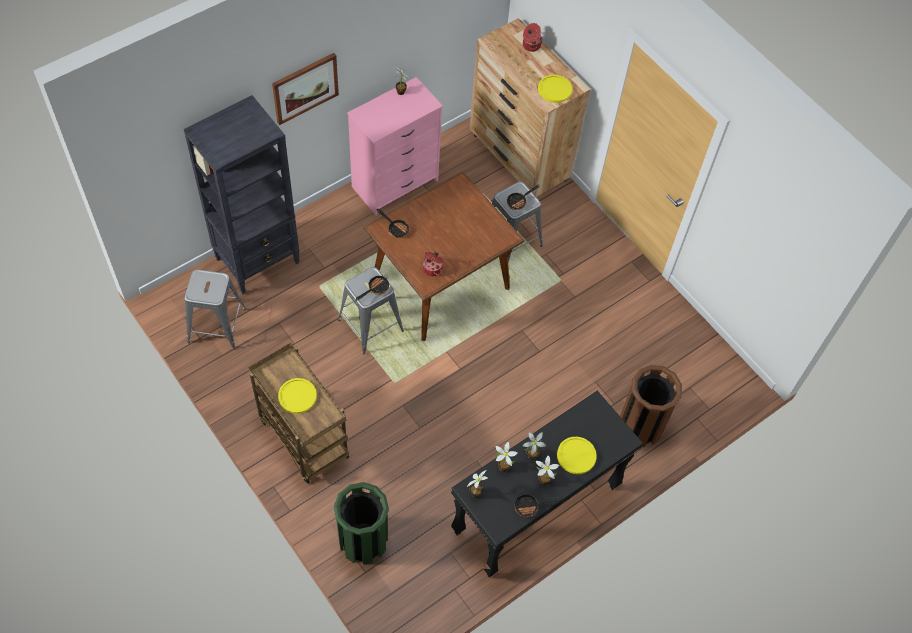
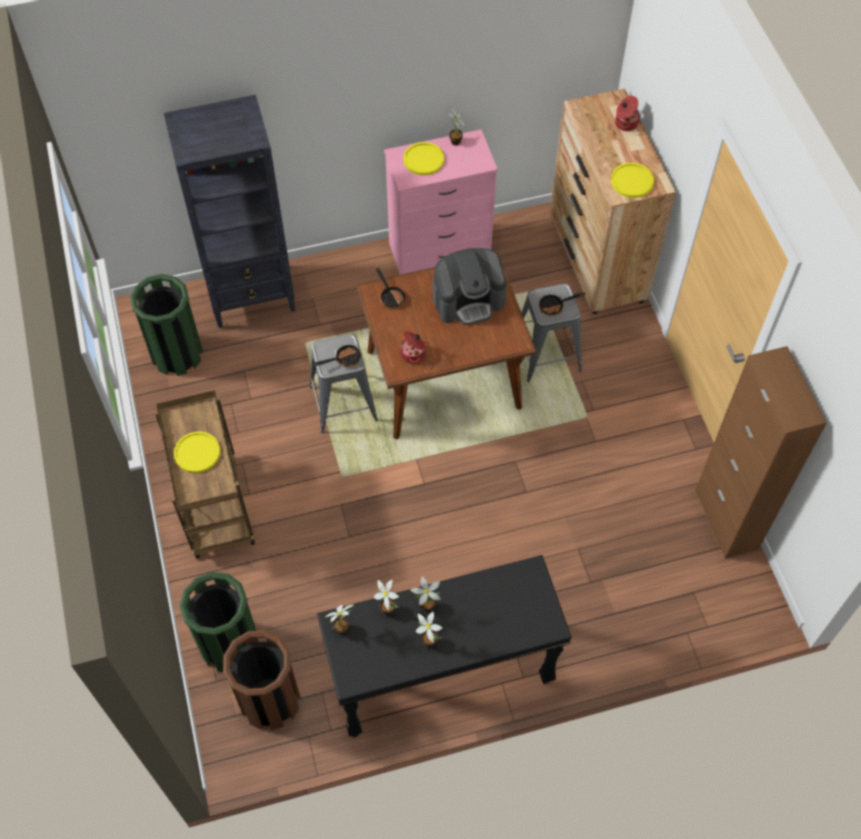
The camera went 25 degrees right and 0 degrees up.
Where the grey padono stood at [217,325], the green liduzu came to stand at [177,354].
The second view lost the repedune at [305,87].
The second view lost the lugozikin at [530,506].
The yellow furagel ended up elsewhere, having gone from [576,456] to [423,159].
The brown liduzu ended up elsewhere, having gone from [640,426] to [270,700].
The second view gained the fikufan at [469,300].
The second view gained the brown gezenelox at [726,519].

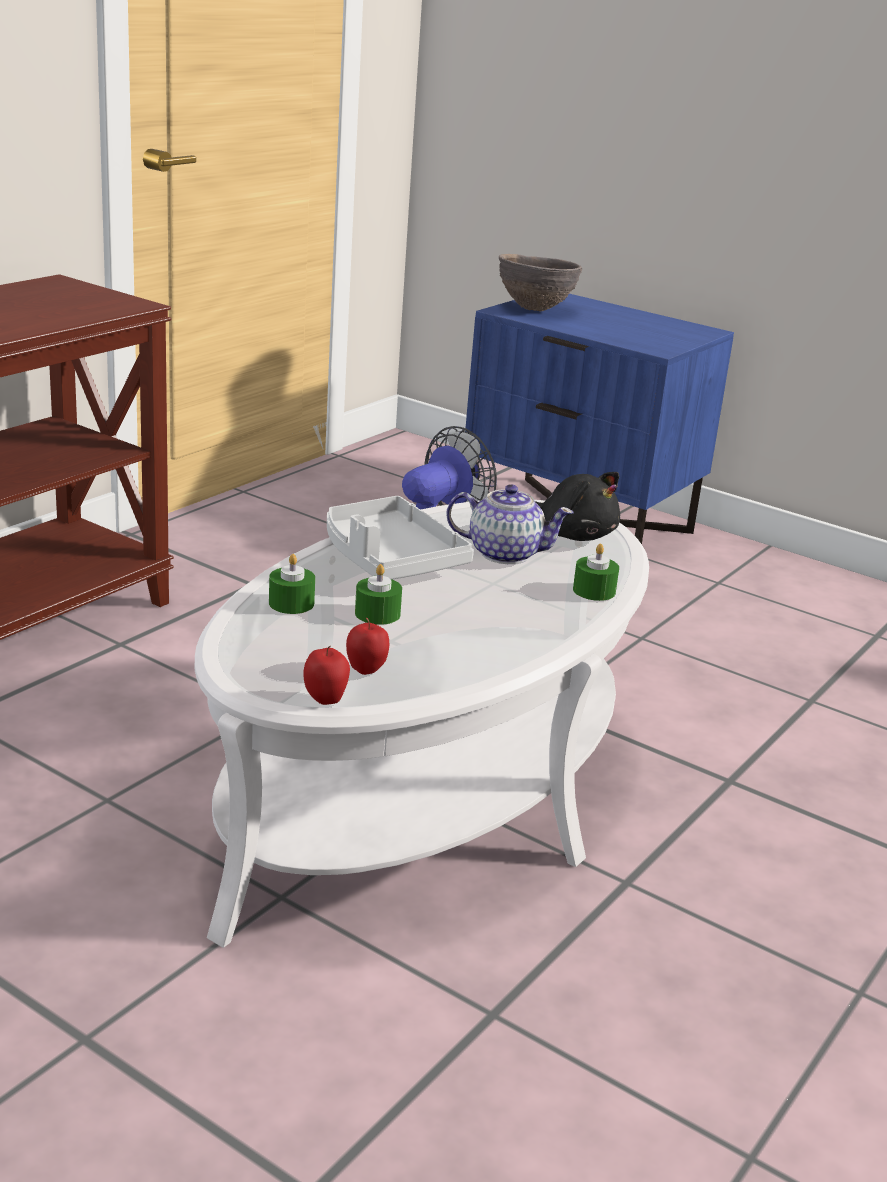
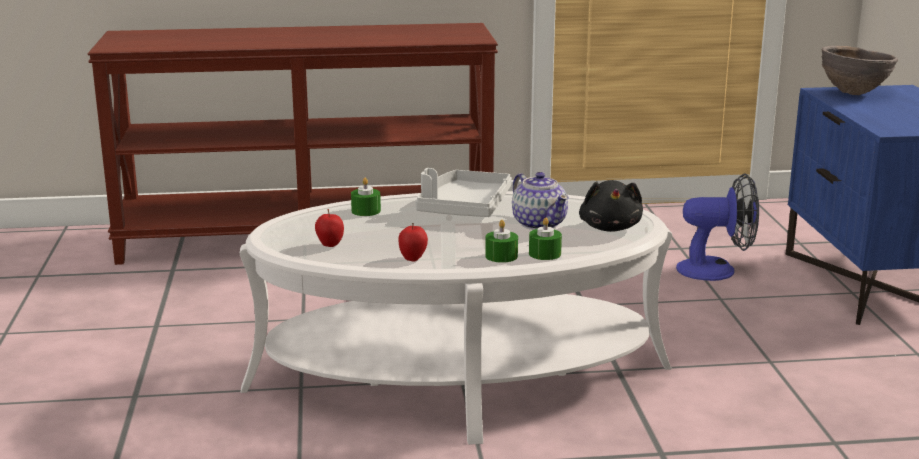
The camera went 50 degrees right and 5 degrees down.
The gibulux ended up elsewhere, having gone from [325,699] to [413,259].
The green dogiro ended up elsewhere, having gone from [377,614] to [501,256].

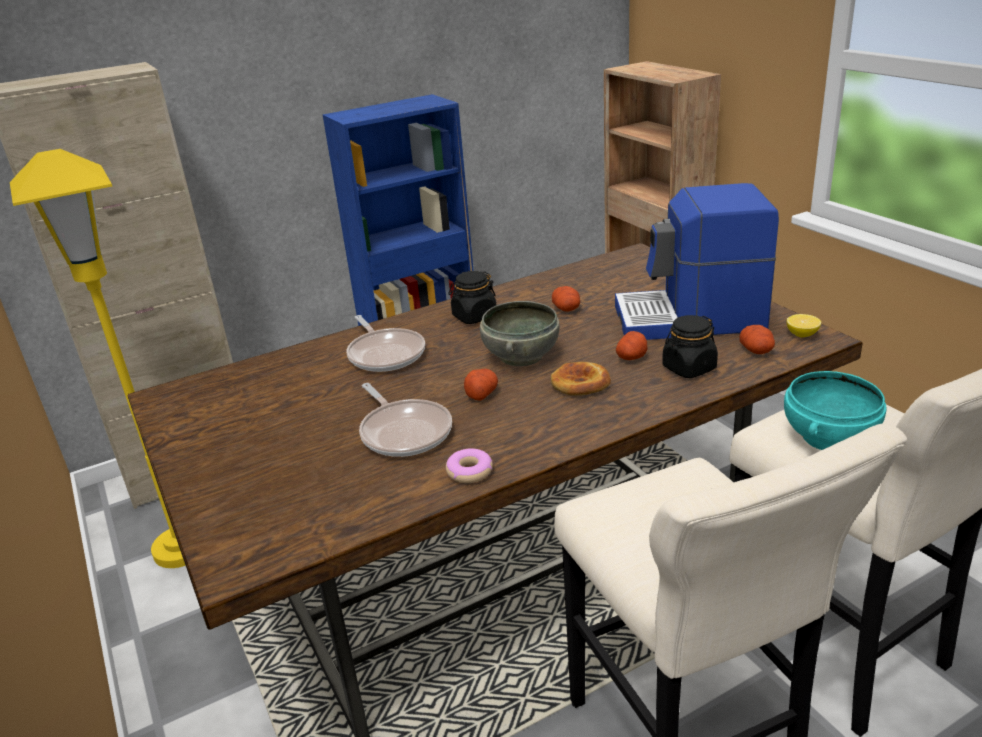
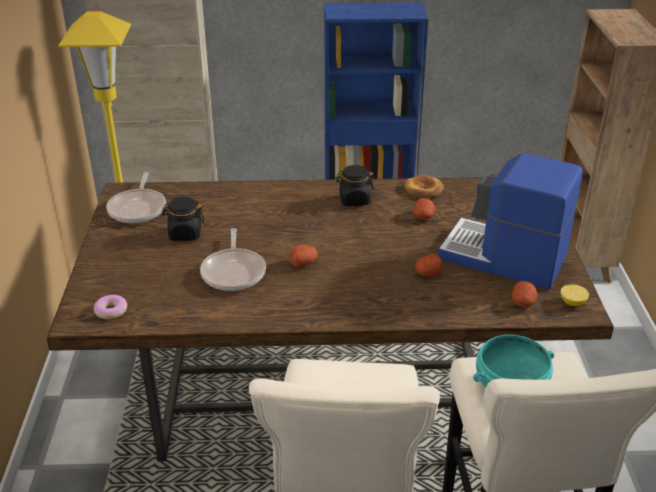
The camera went 25 degrees right and 5 degrees up.
The lugozikin ended up elsewhere, having gone from [385,354] to [138,208].
The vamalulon ended up elsewhere, having gone from [470,472] to [111,311].
The second view lost the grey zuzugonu at [520,356].
The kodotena ended up elsewhere, having gone from [580,383] to [424,189].
The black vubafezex ended up elsewhere, having gone from [688,368] to [185,234].

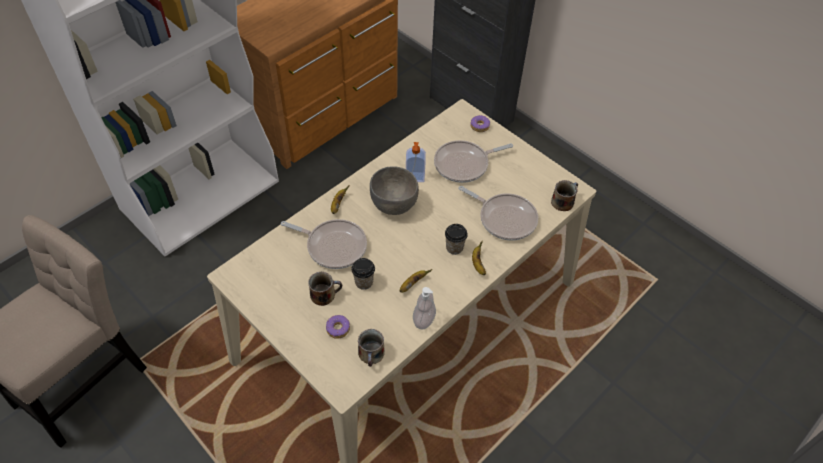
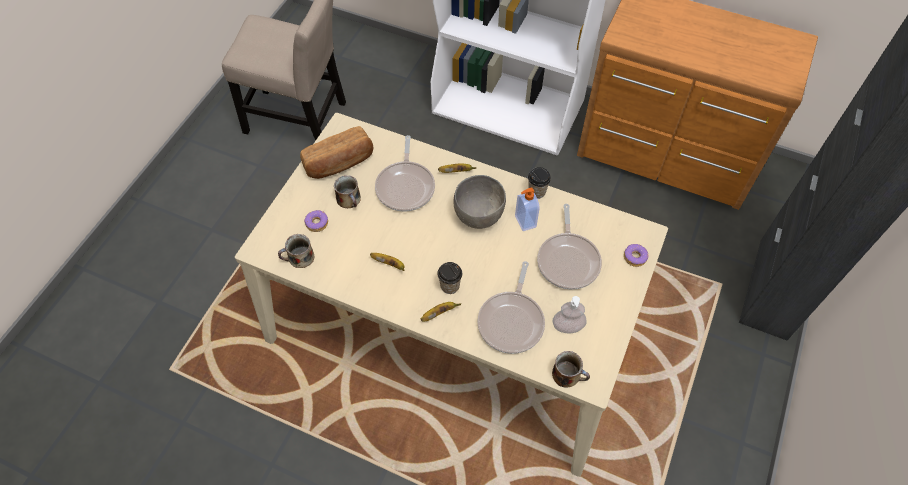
The camera went 70 degrees right and 5 degrees up.
The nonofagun ended up elsewhere, having gone from [364,282] to [537,192].
The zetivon ended up elsewhere, having gone from [424,319] to [567,326].
The lugozikin at [464,164] ended up facing another way, 135 degrees counterclockwise from before.
The second view gained the kodotena at [339,163].

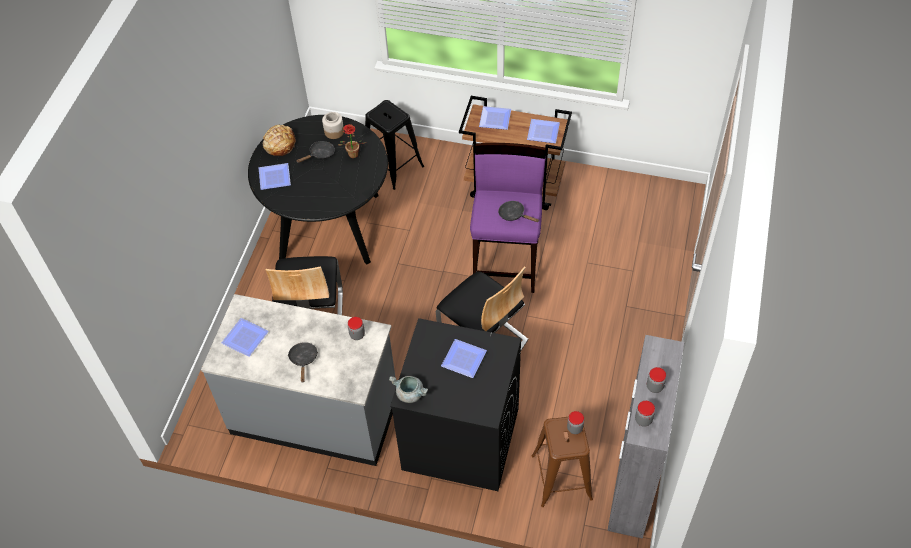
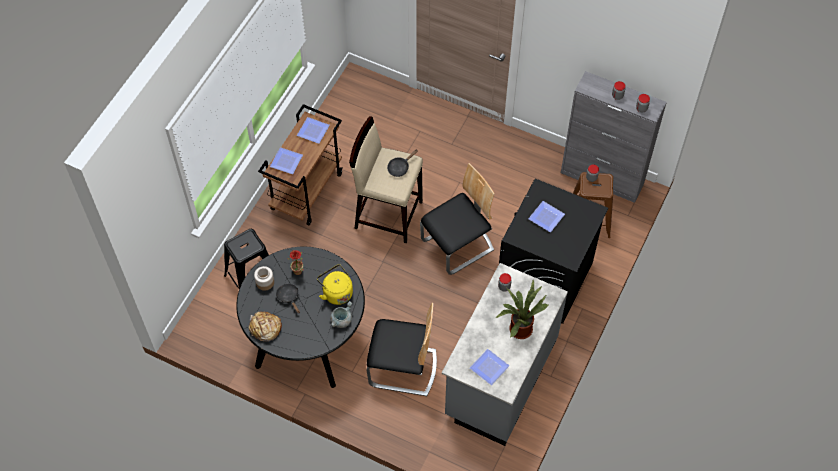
The camera went 80 degrees left and 5 degrees up.
The second view lost the furagel at [273,177].
Where the black lugozikin stood at [303,360], the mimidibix came to stand at [519,327].
The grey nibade ended up elsewhere, having gone from [410,394] to [341,320].
What was the purple padono at [506,263] turned into the beige padono at [388,214].
The second view gained the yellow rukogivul at [336,292].

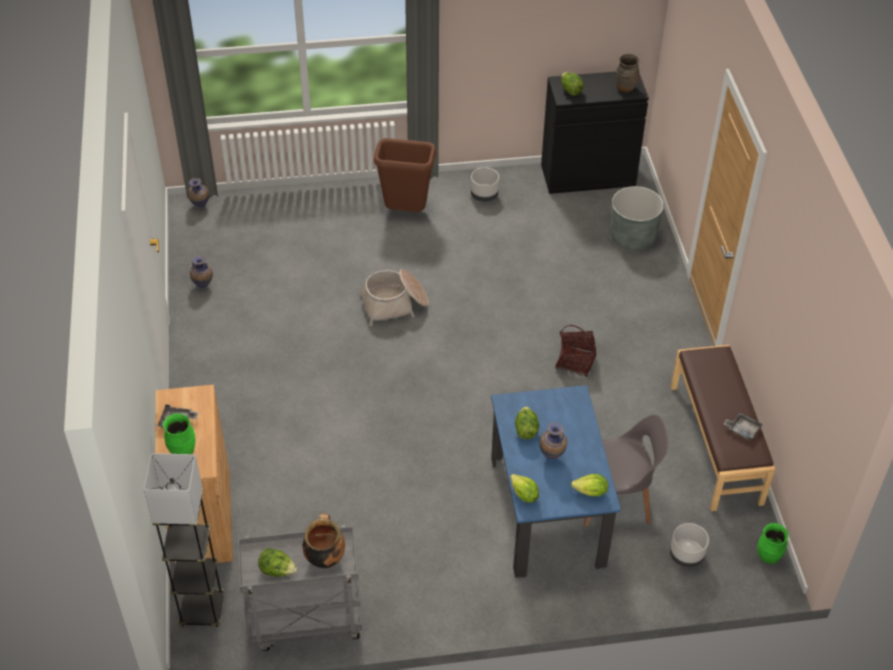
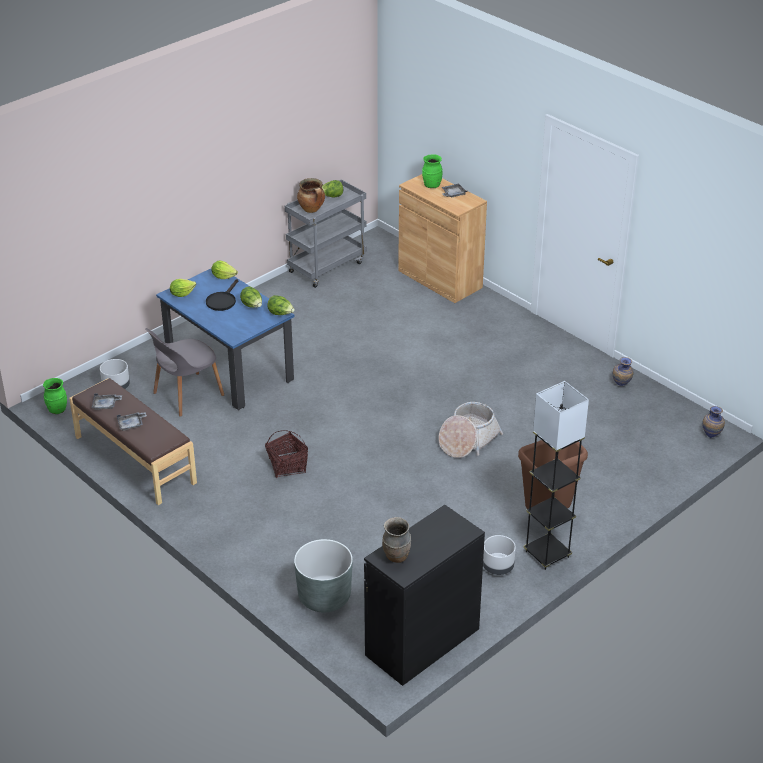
The camera went 145 degrees right and 10 degrees down.
The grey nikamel ended up elsewhere, having gone from [202,611] to [547,554].
Where the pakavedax stood at [552,456], the black lugozikin came to stand at [222,300].
The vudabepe ended up elsewhere, having gone from [570,90] to [280,314].
The second view gained the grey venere at [131,424].

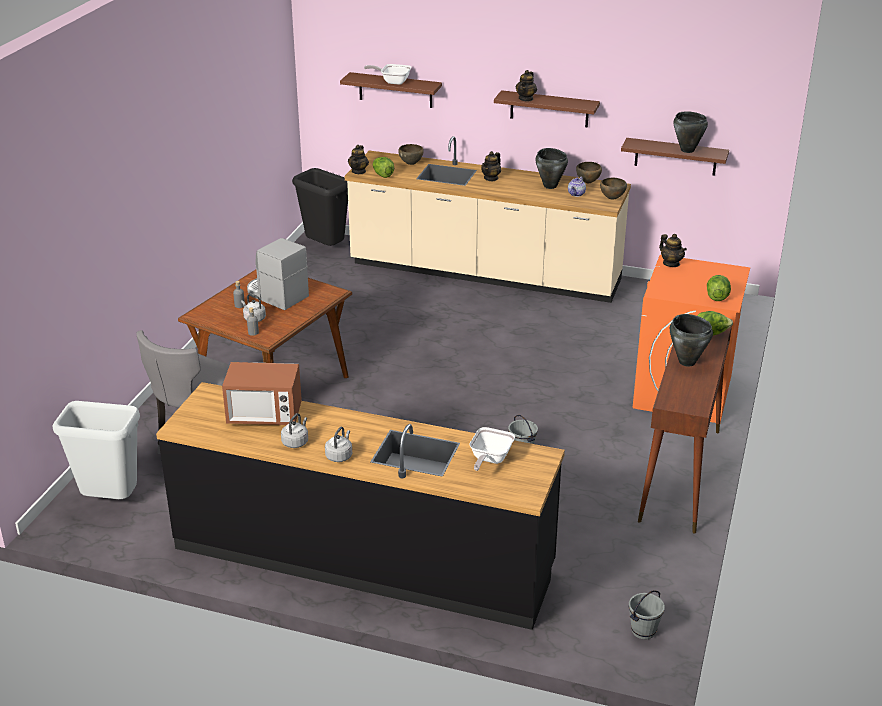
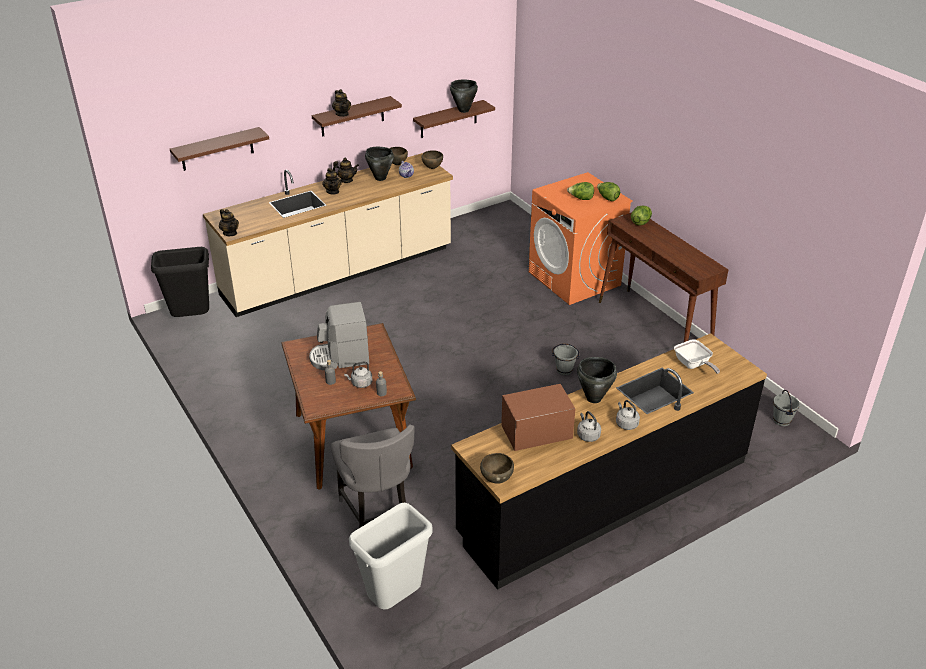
The camera went 50 degrees left and 5 degrees up.
The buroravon at [264,416] ended up facing another way, 150 degrees counterclockwise from before.
The second view lost the lugozikin at [392,81].
The vudabepe ended up elsewhere, having gone from [382,175] to [581,199].
The brown zuzugonu ended up elsewhere, having gone from [411,164] to [496,479].
The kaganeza ended up elsewhere, having gone from [671,263] to [346,180].
The black nibade ended up elsewhere, having gone from [687,361] to [593,398].

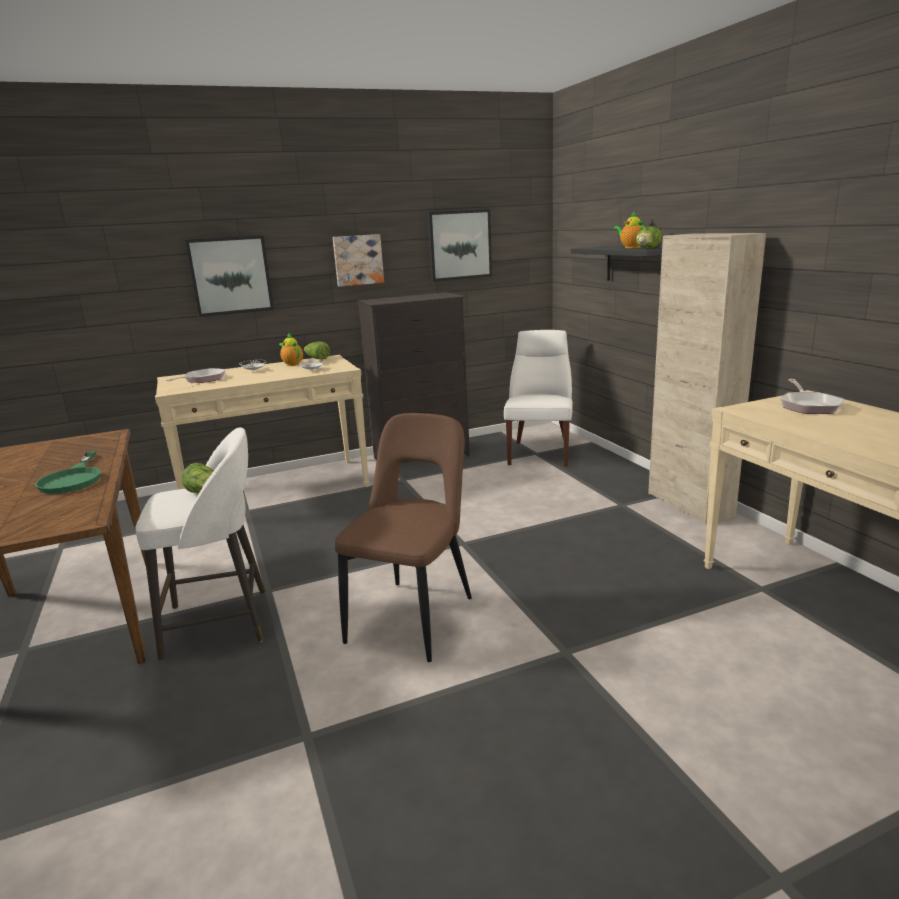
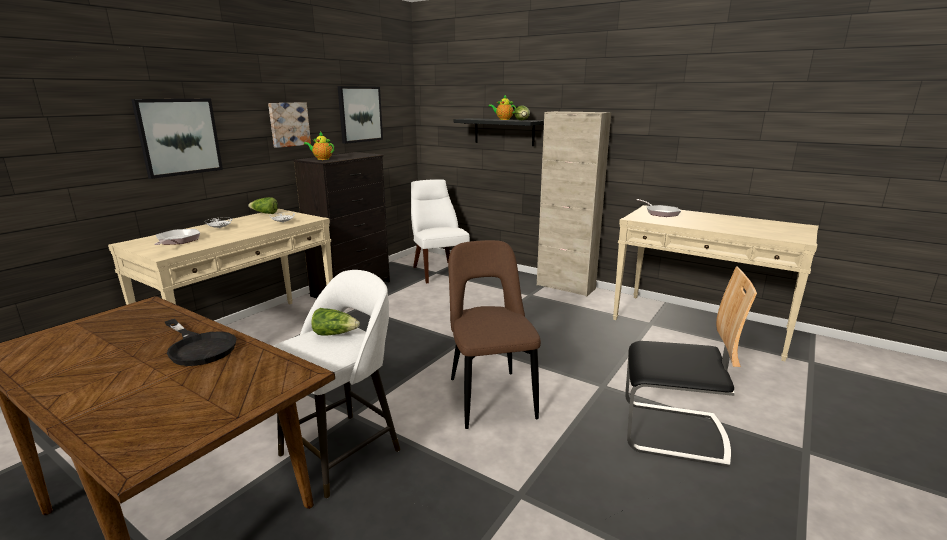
The camera went 35 degrees left and 0 degrees up.
What was the green lugozikin at [73,479] turned into the black lugozikin at [199,347].
The kaganeza ended up elsewhere, having gone from [292,364] to [322,159].
The second view gained the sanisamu at [673,432].

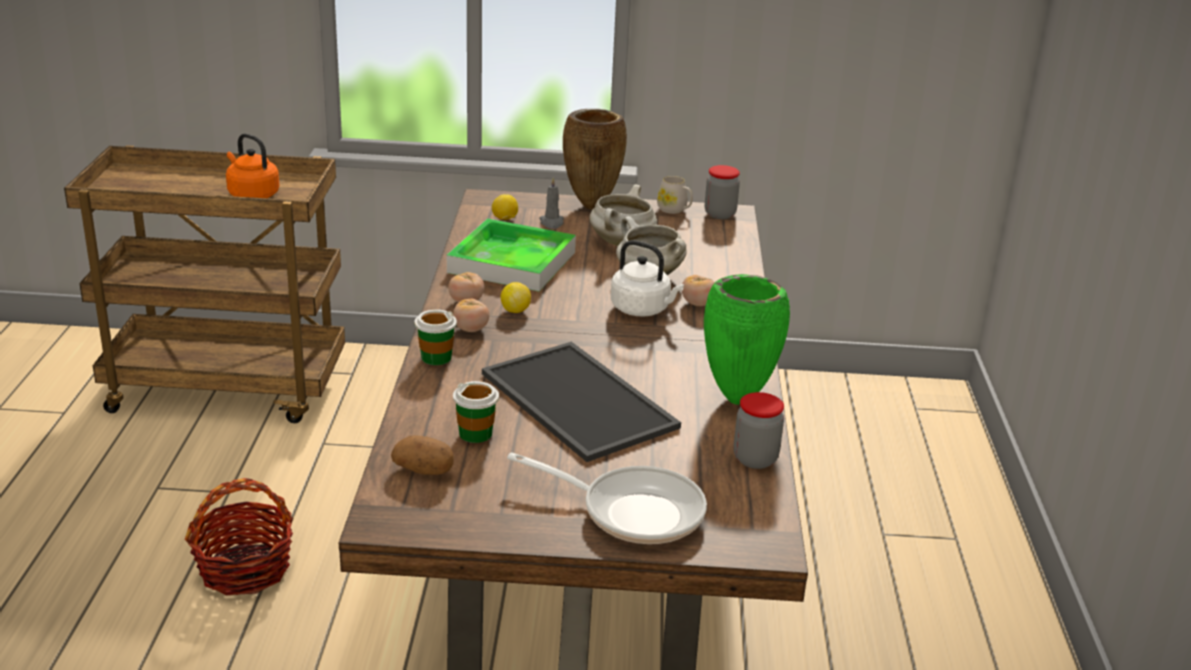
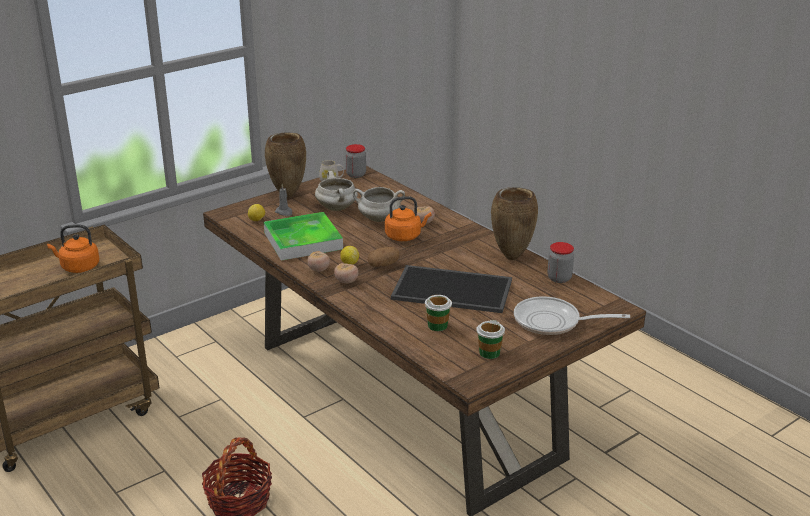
The camera went 40 degrees left and 0 degrees up.
The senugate ended up elsewhere, having gone from [424,470] to [383,265].
The nonofagun ended up elsewhere, having gone from [436,357] to [489,353].
The lugozikin at [633,511] ended up facing another way, 150 degrees counterclockwise from before.
What was the white rukogivul at [643,309] turned into the orange rukogivul at [405,236].
What was the green pakavedax at [738,398] turned into the brown pakavedax at [511,257].

